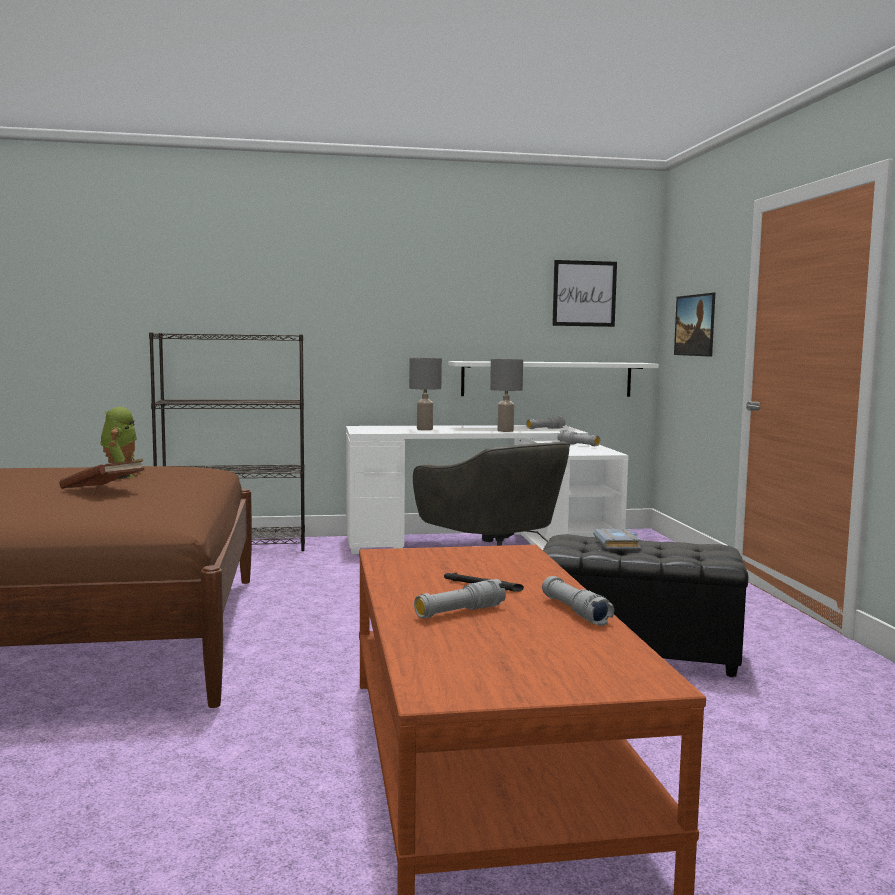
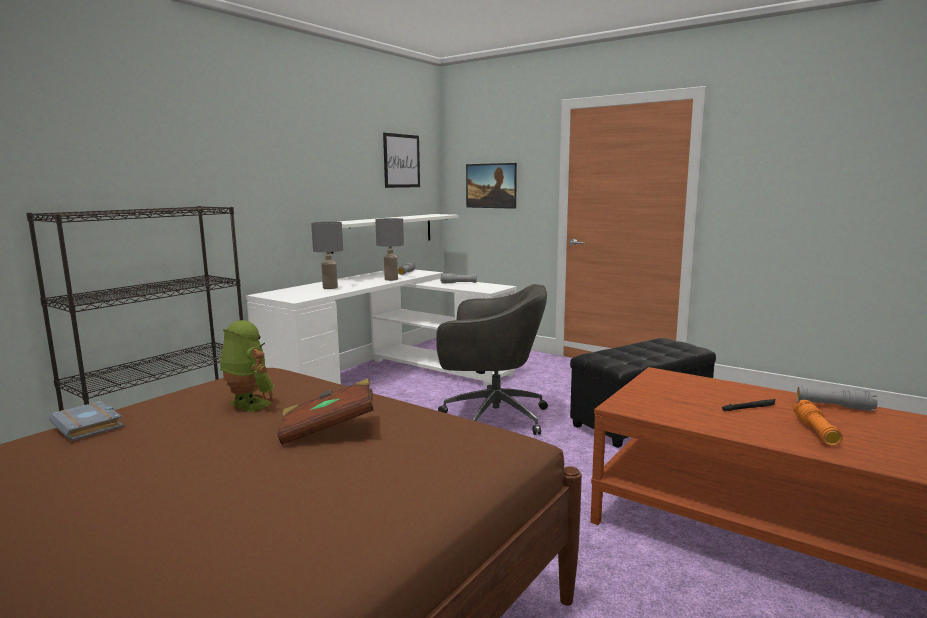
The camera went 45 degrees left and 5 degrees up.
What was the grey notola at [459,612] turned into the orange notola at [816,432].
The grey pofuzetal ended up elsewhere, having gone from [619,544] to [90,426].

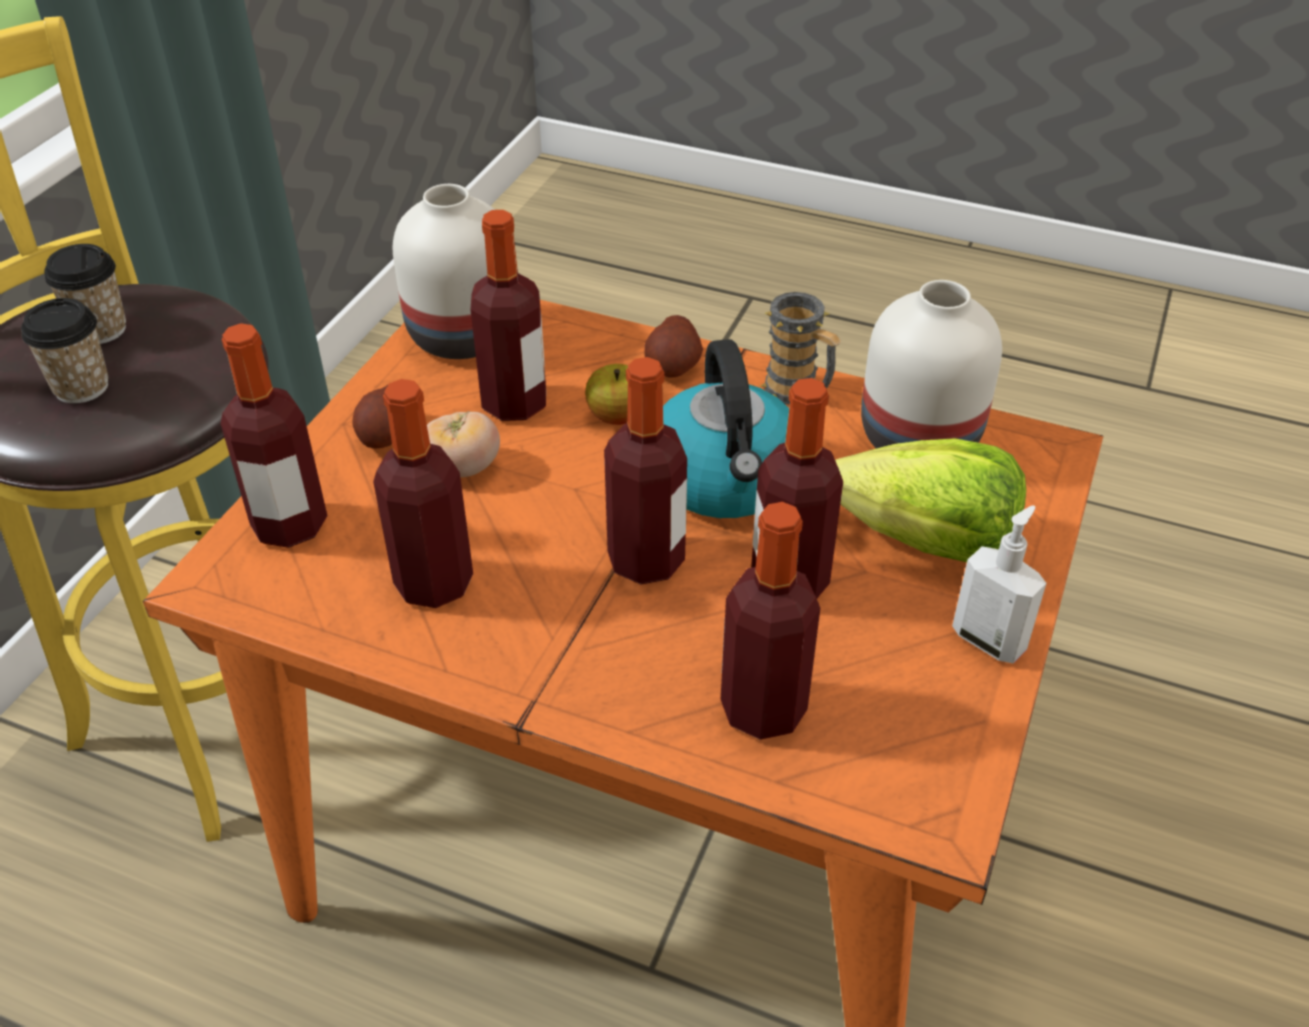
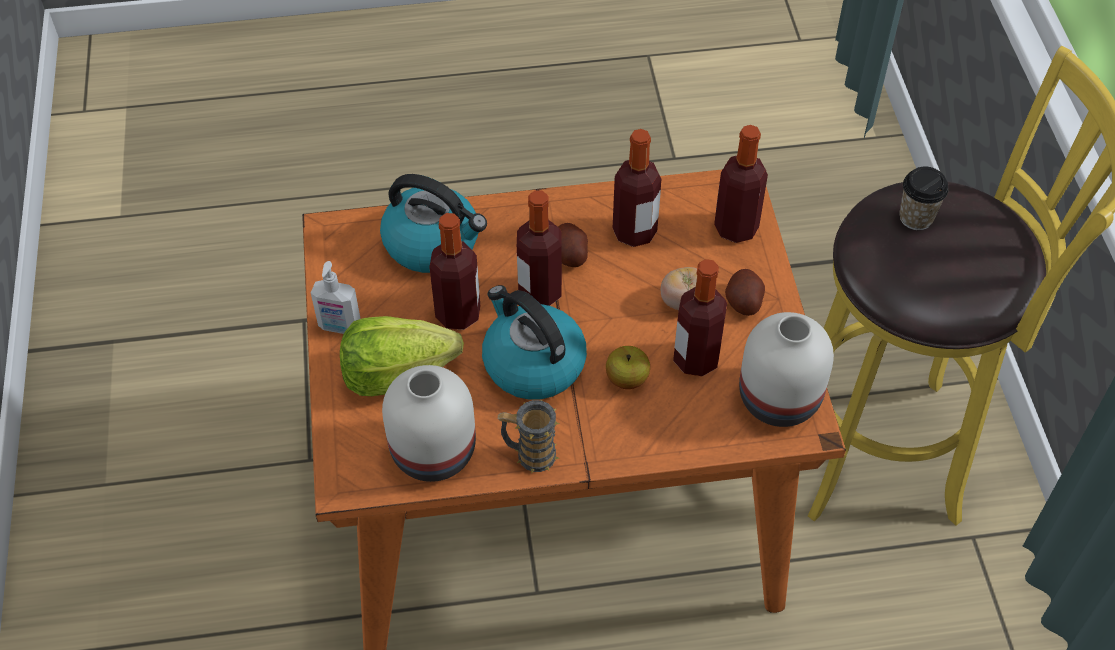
The camera went 150 degrees right and 10 degrees up.
The second view lost the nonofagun at [100,330].
The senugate ended up elsewhere, having gone from [673,366] to [569,255].
Where the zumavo stood at [763,709], the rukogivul came to stand at [433,243].

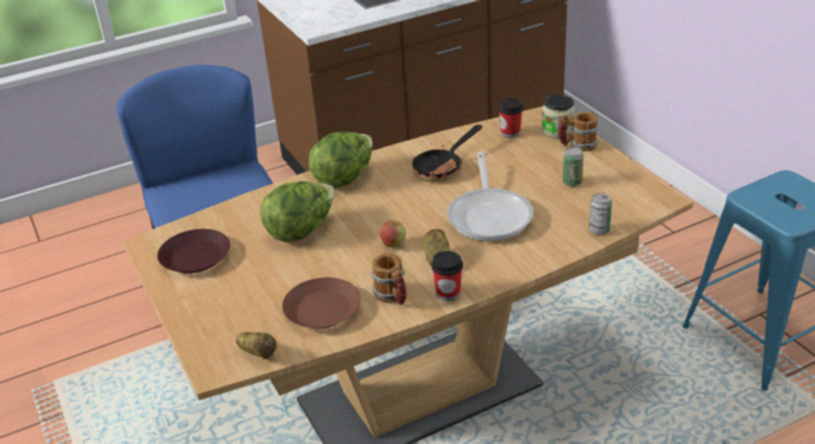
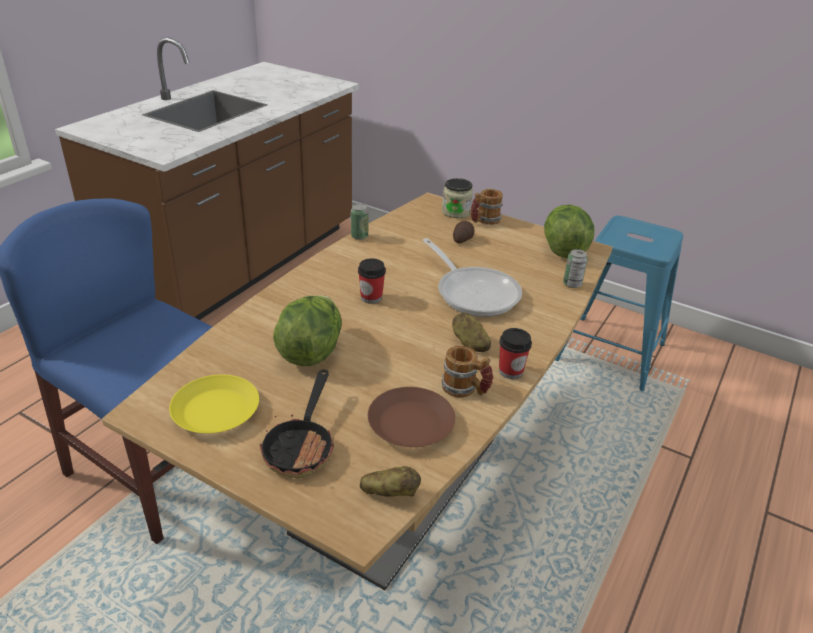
The camera went 35 degrees left and 0 degrees up.
What was the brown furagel at [196,257] turned into the yellow furagel at [217,411].
The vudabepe ended up elsewhere, having gone from [344,178] to [563,249].
The second view lost the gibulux at [394,245].
The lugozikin ended up elsewhere, having gone from [443,167] to [302,446].
The nonofagun ended up elsewhere, having gone from [510,133] to [371,297].
The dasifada ended up elsewhere, having gone from [572,182] to [359,236].
The second view gained the senugate at [462,239].

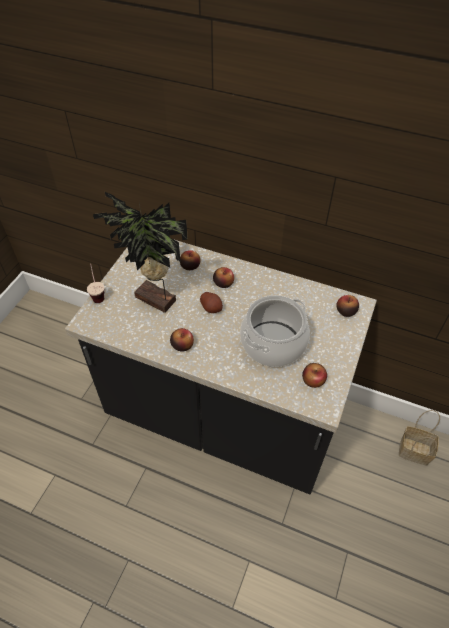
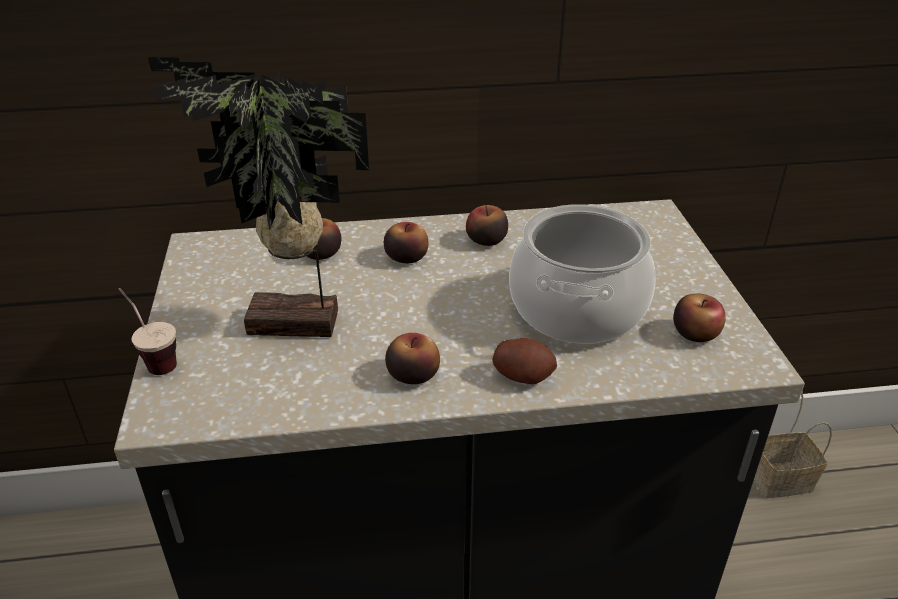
The camera went 30 degrees left and 15 degrees down.
The senugate ended up elsewhere, having gone from [211,307] to [523,375].
The gibulux ended up elsewhere, having gone from [346,311] to [486,240].

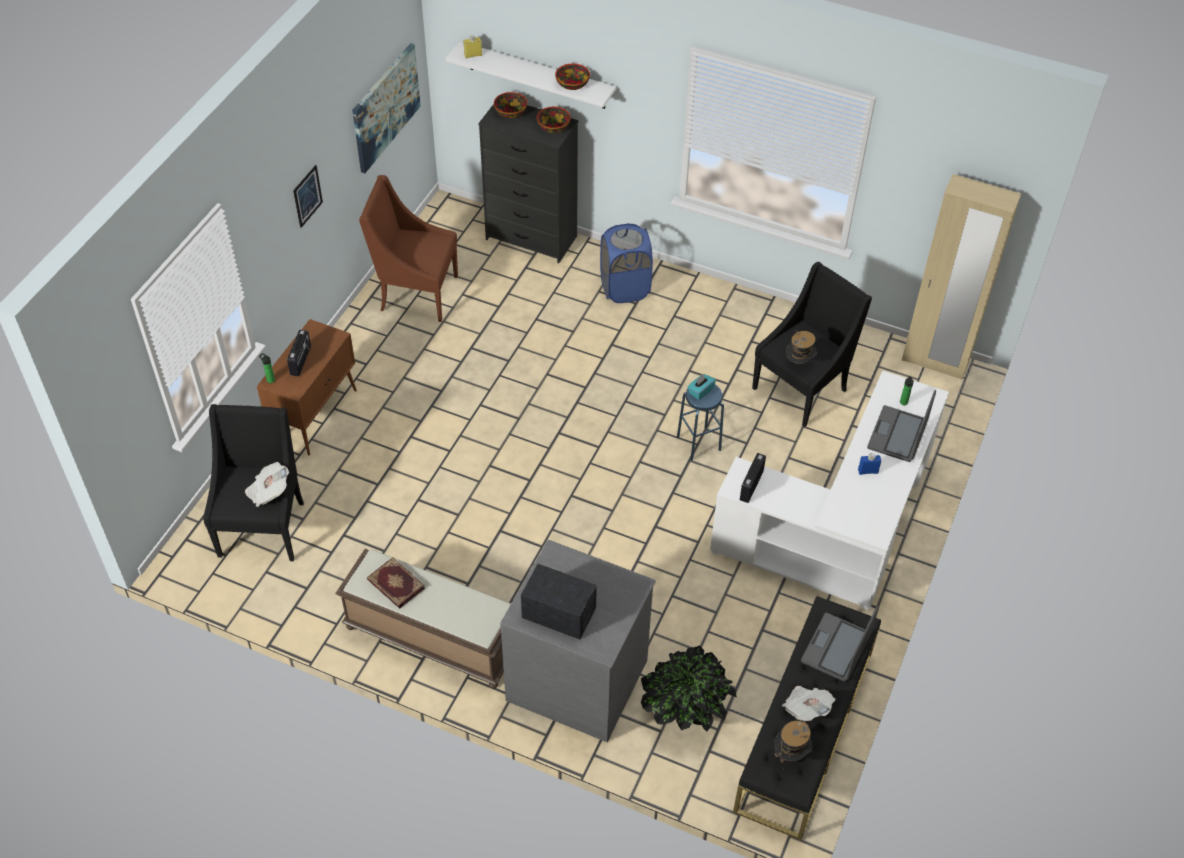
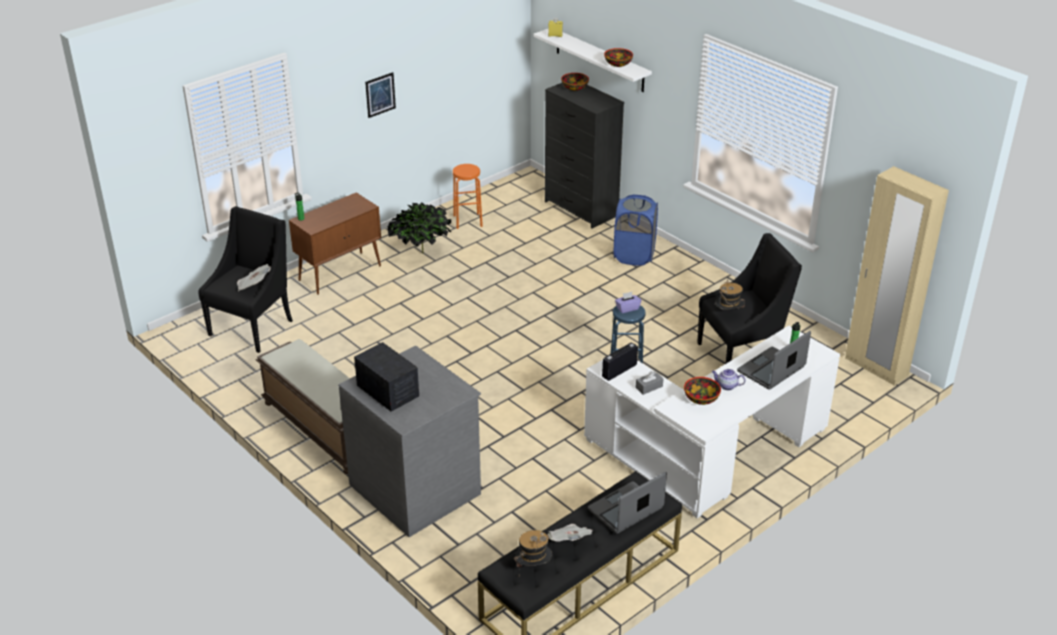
The camera went 25 degrees right and 15 degrees down.
The second view lost the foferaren at [301,361].
The second view lost the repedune at [385,107].
Where the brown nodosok stood at [416,293], the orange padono came to stand at [468,221].
The second view lost the pofuzetal at [395,585].
The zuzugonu ended up elsewhere, having gone from [553,127] to [700,398].
The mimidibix ended up elsewhere, having gone from [685,712] to [421,253].
What was the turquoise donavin at [700,391] turned into the purple donavin at [627,308].
Where the blue zumavo stood at [868,471], the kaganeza came to stand at [726,386].
The second view gained the grey donavin at [649,387].

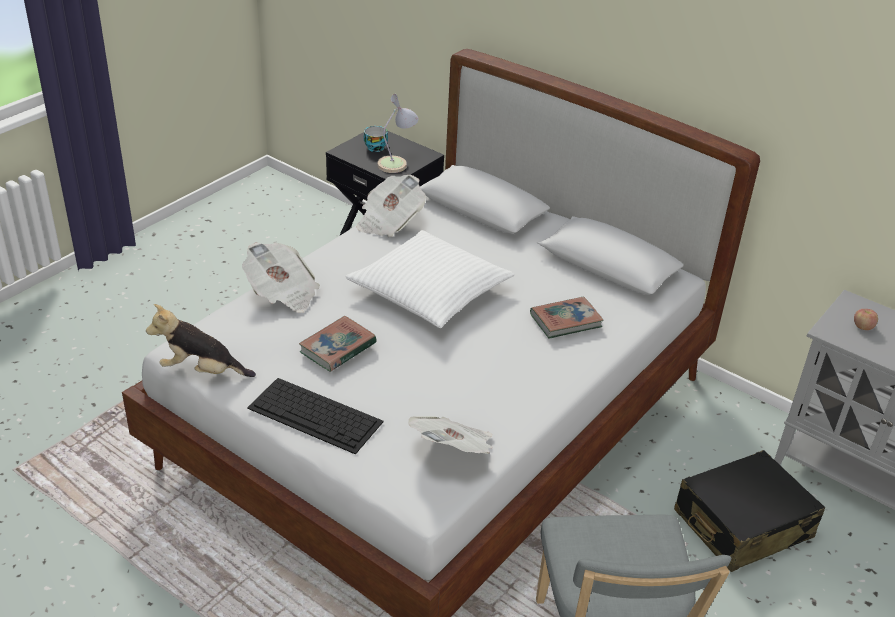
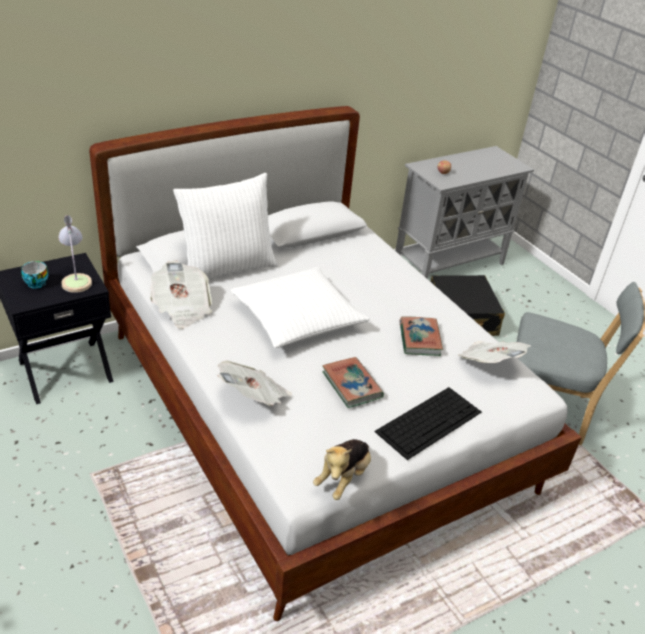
The camera went 70 degrees left and 0 degrees up.
The pofuzetal ended up elsewhere, having gone from [565,321] to [419,339].
The second view gained the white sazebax at [227,267].

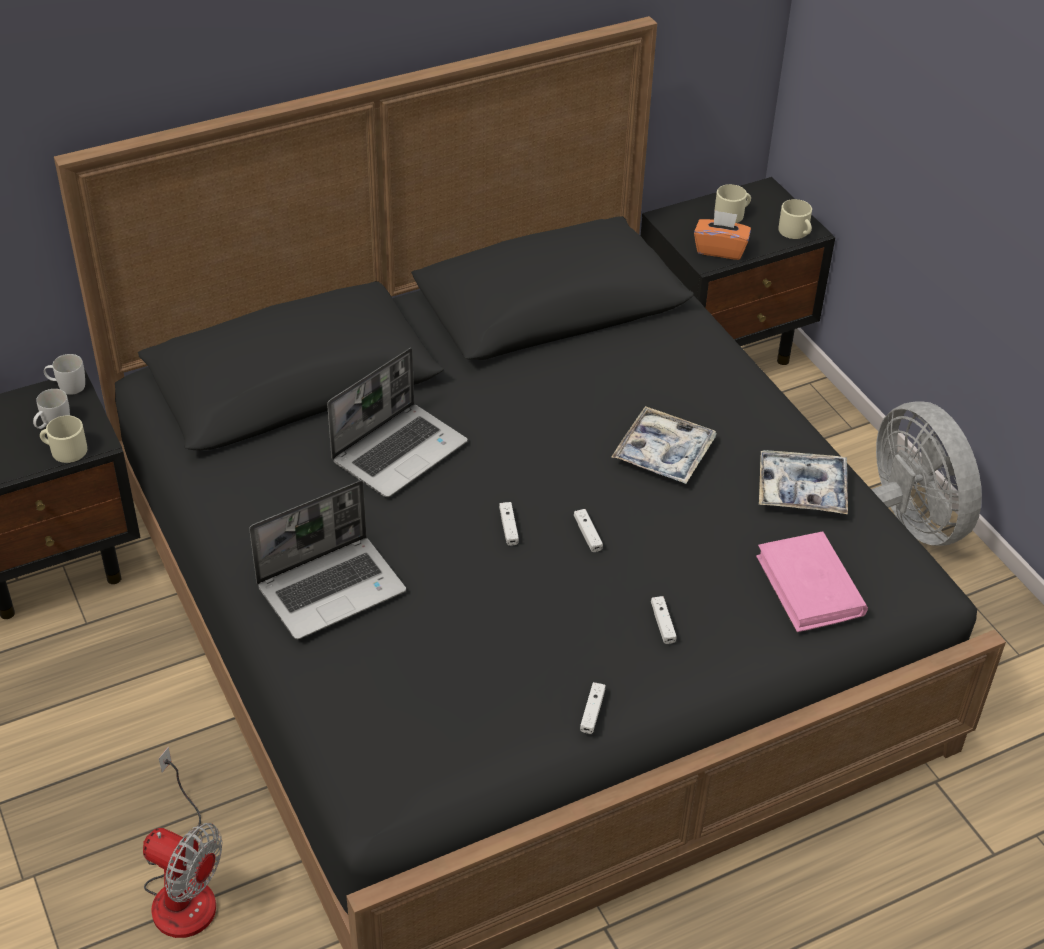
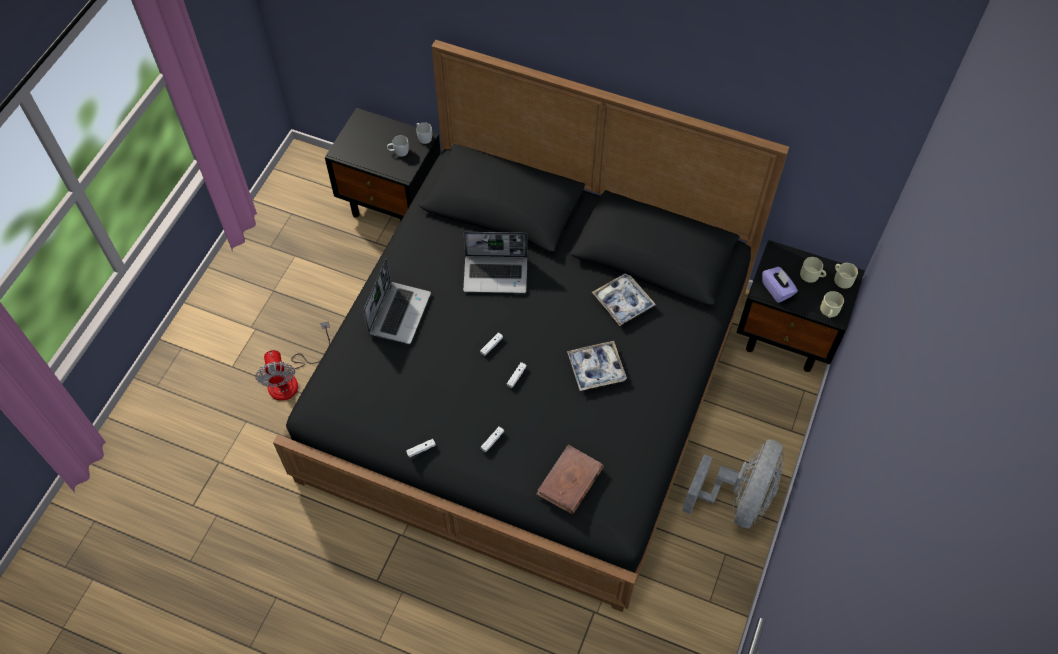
The camera went 50 degrees right and 15 degrees up.
The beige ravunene ended up elsewhere, having gone from [64,450] to [842,278].
The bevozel at [332,588] ended up facing another way, 90 degrees counterclockwise from before.
What was the orange donavin at [720,249] turned into the purple donavin at [777,290].
What was the pink pofuzetal at [810,586] turned into the brown pofuzetal at [570,481].
The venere ended up elsewhere, having gone from [802,490] to [623,302].

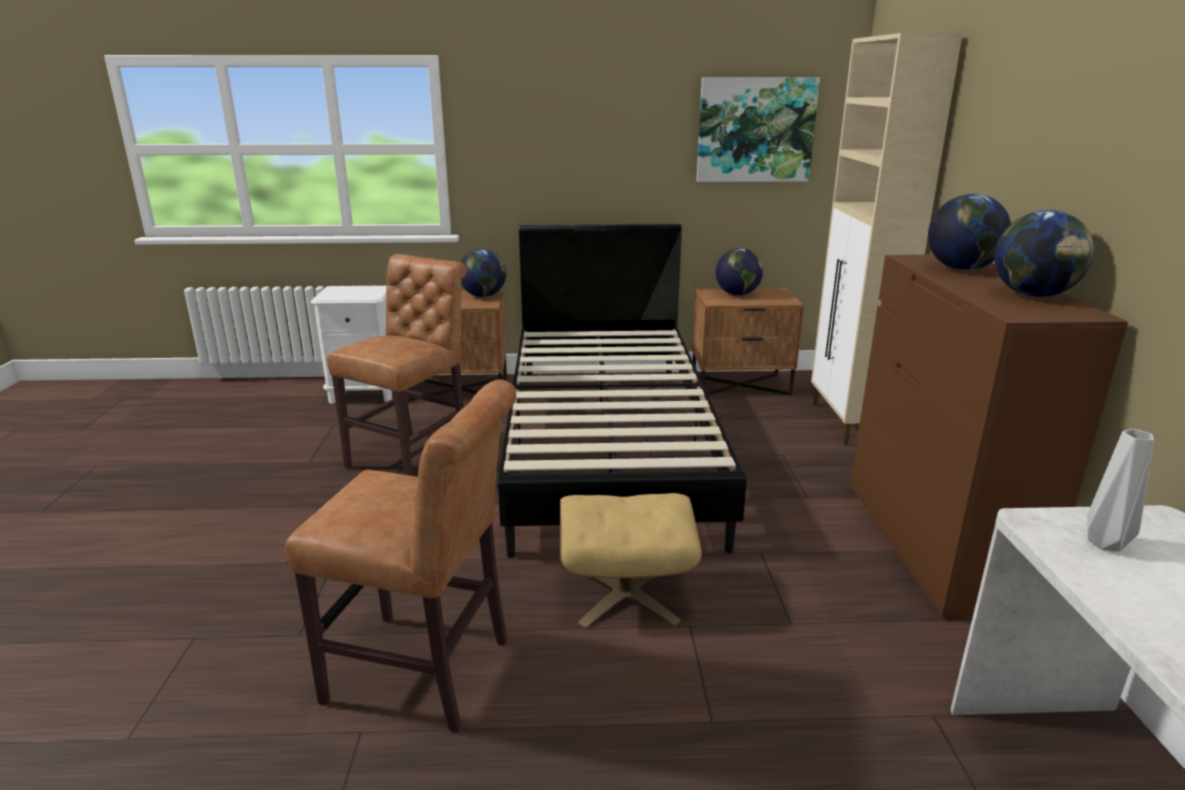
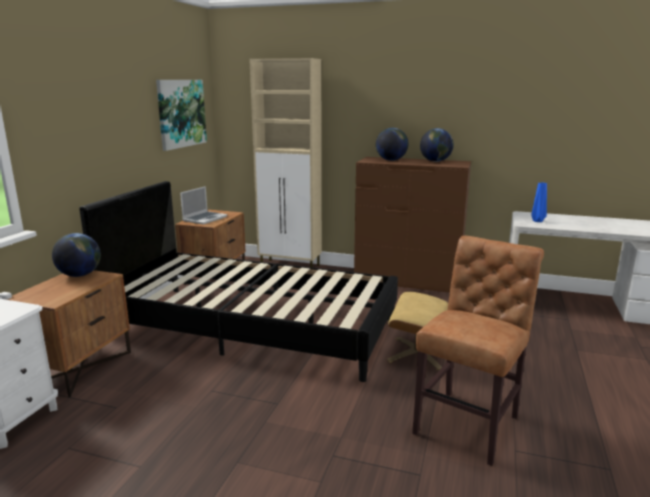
The camera went 70 degrees left and 5 degrees down.
The second view lost the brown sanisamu at [414,456].
Where the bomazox stood at [737,294], the bevozel came to stand at [205,218].
What was the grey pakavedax at [1102,543] turned into the blue pakavedax at [537,221].

